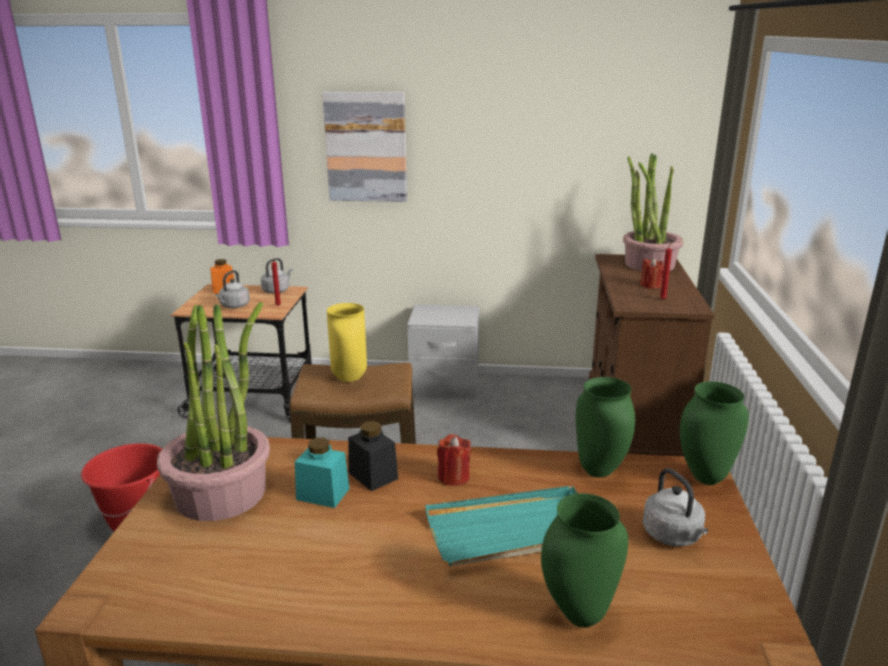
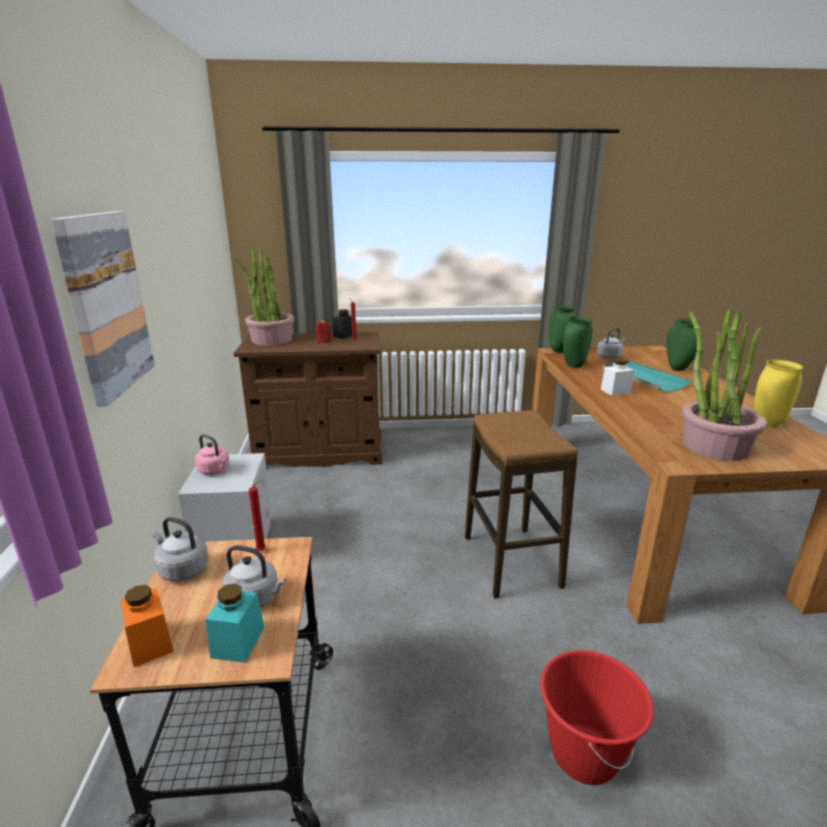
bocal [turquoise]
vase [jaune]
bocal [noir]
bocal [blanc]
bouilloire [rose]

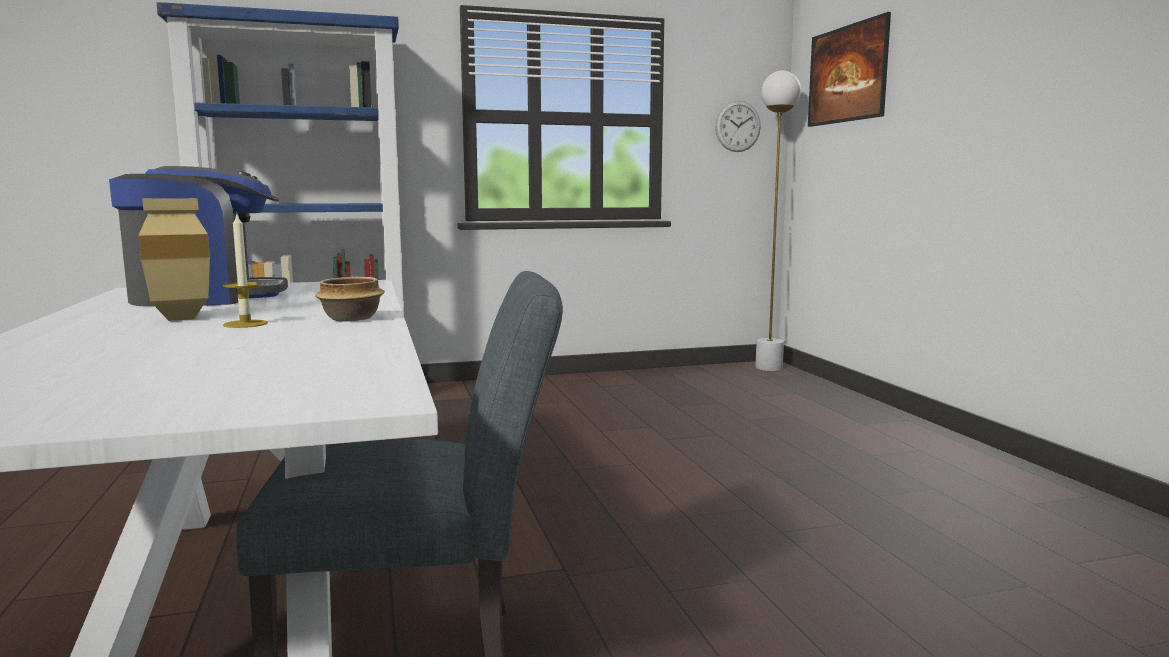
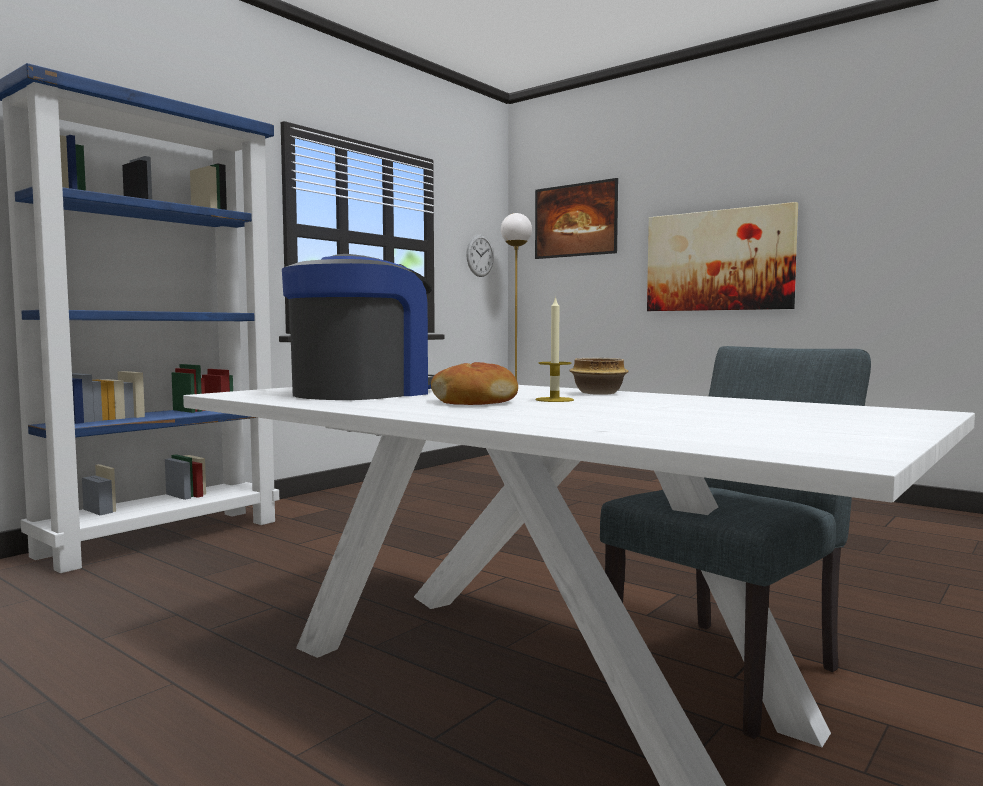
pain
tableau (no. 2 from left)

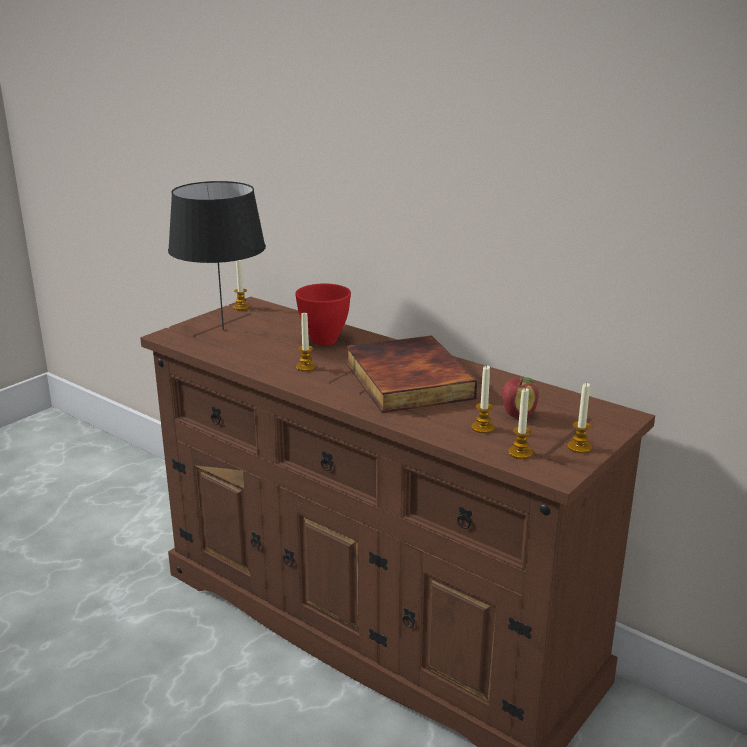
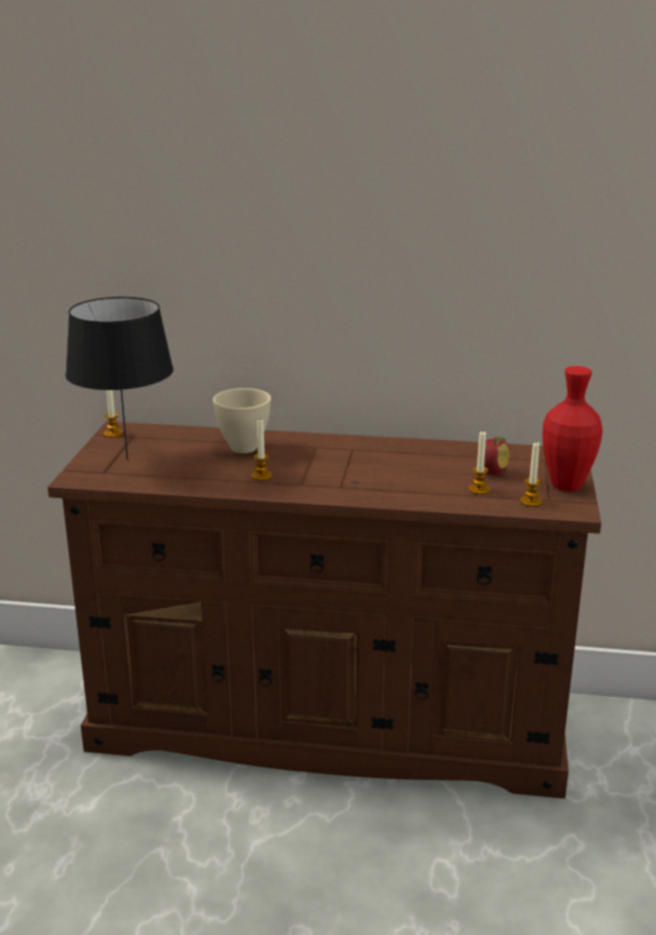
bol [beige]
livre
vase [rouge]

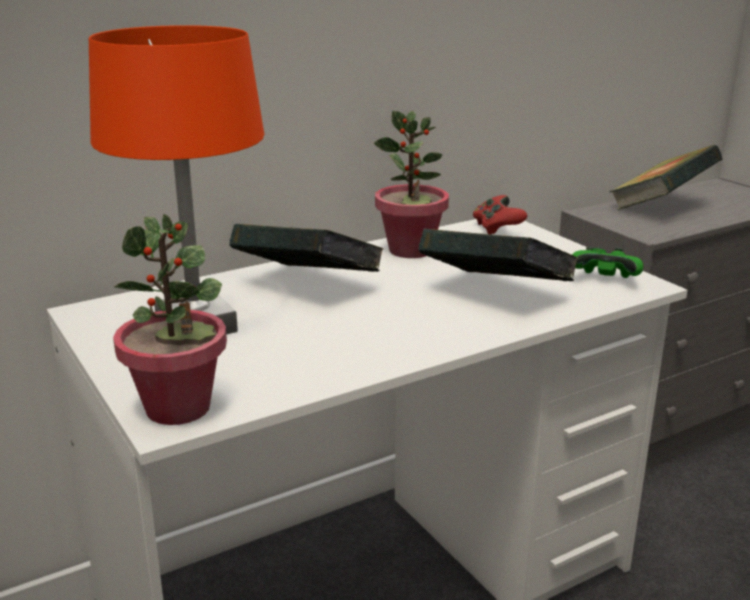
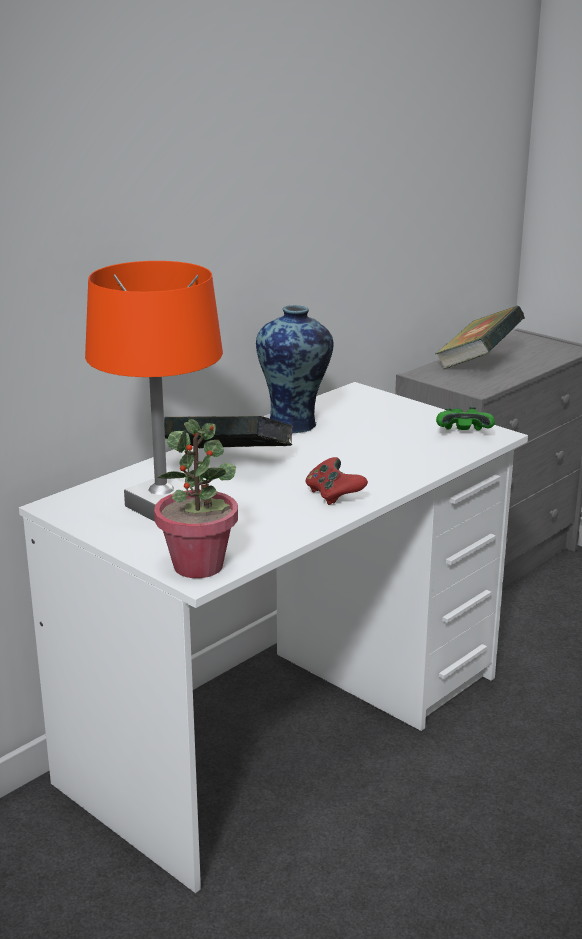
vase
livre (no. 2 from left in the first image)
manette [rouge]

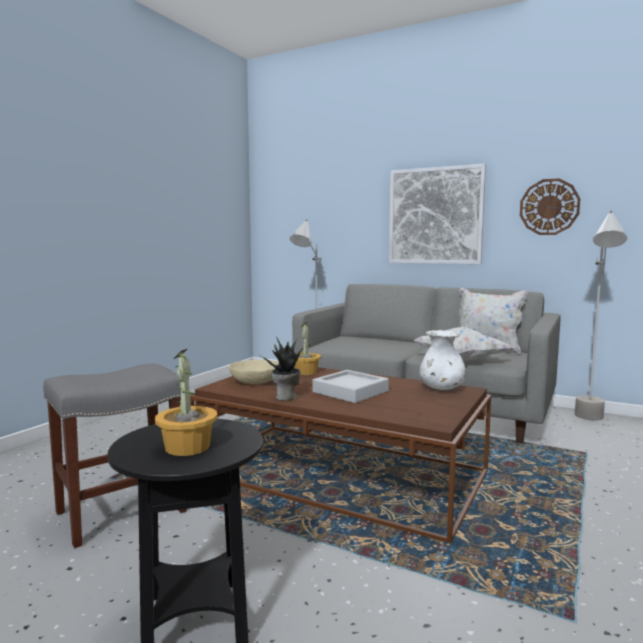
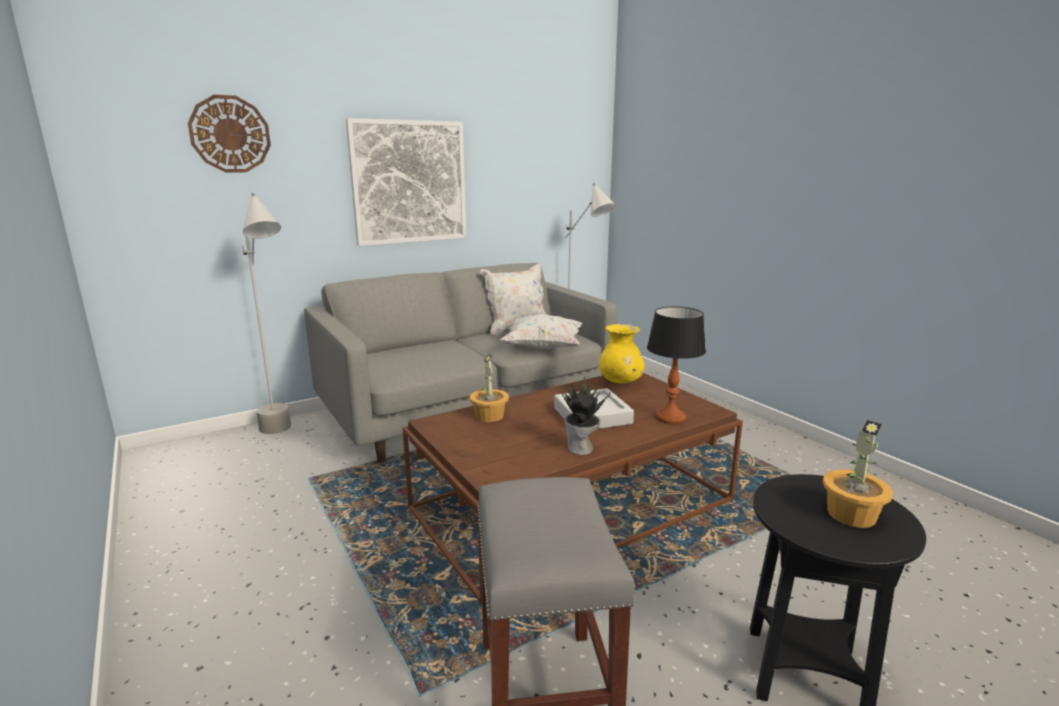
bol [beige]
vase [jaune]
horloge murale
lampe de table

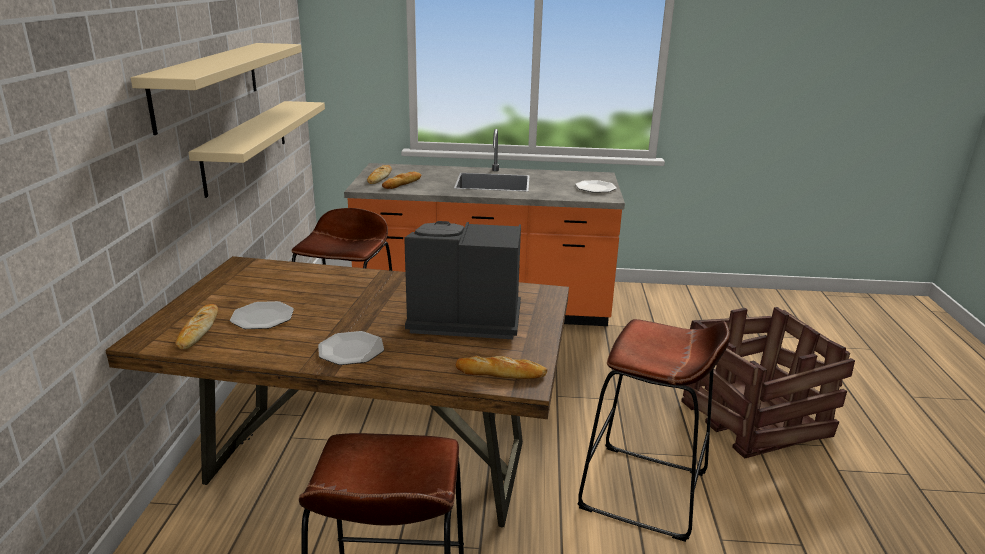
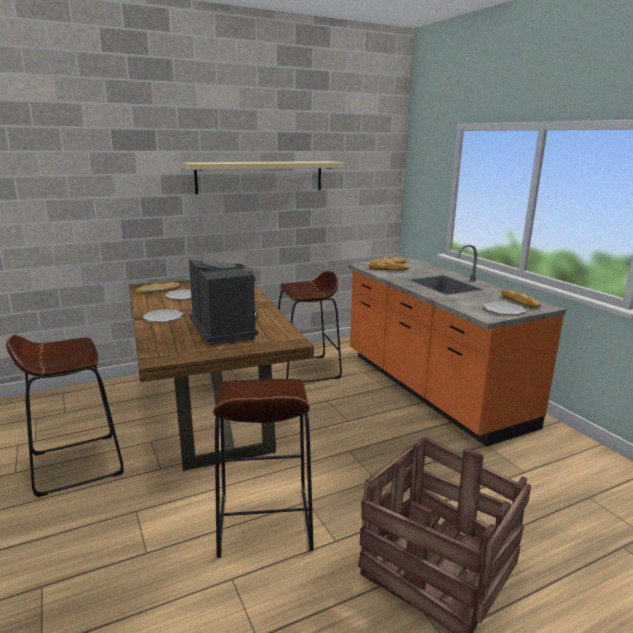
étagère [beige] (no. 2 from left in the first image)
pain (no. 4 from left)

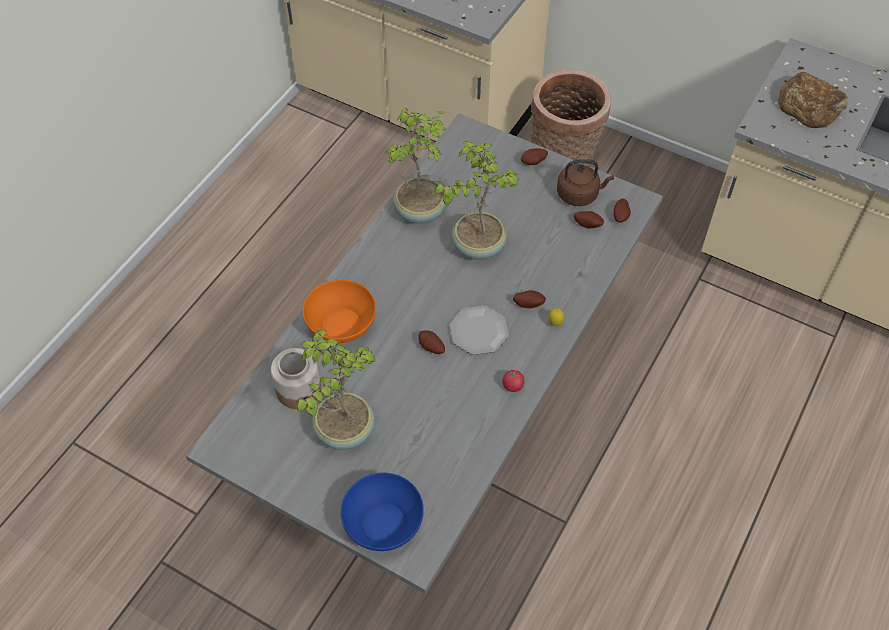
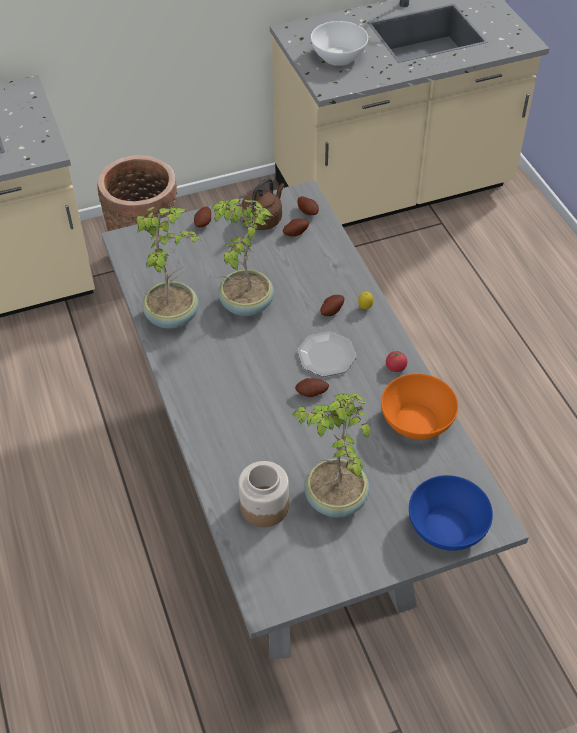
bol [orange]
bol [blanc]

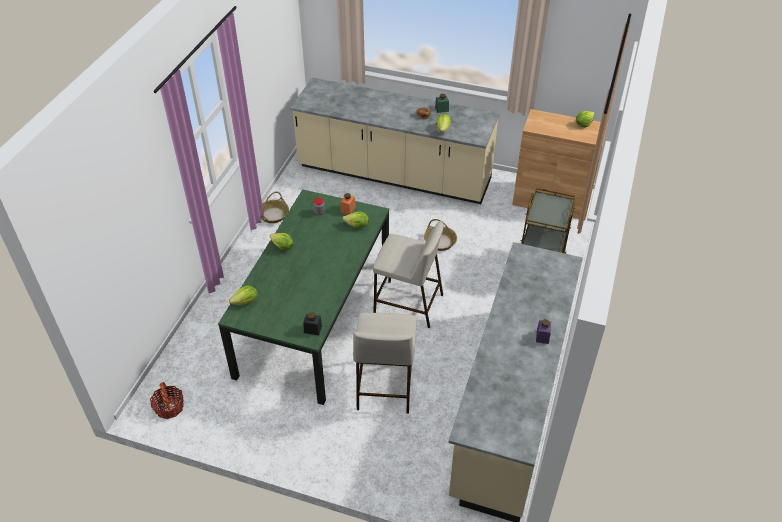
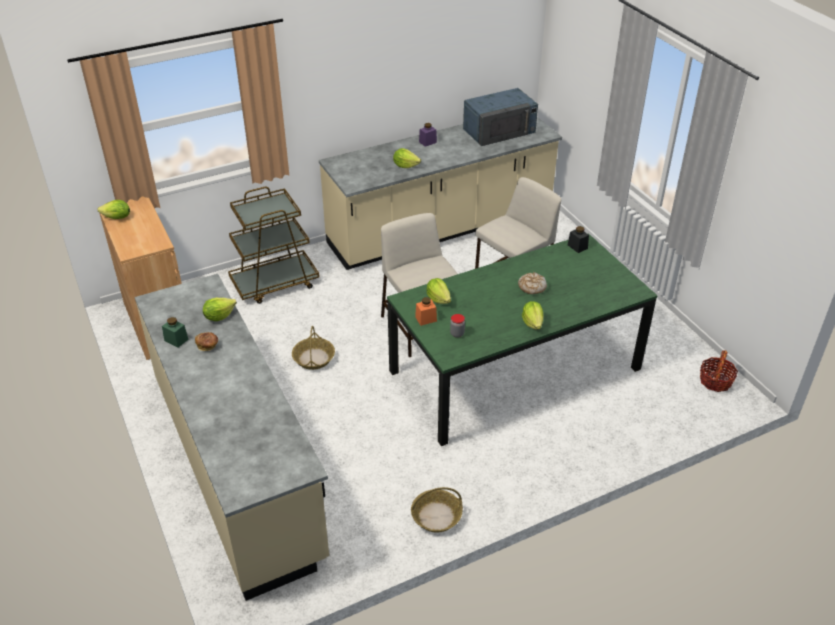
laitue (no. 3 from left)
micro-ondes [bleu]
pain (no. 2 from left)

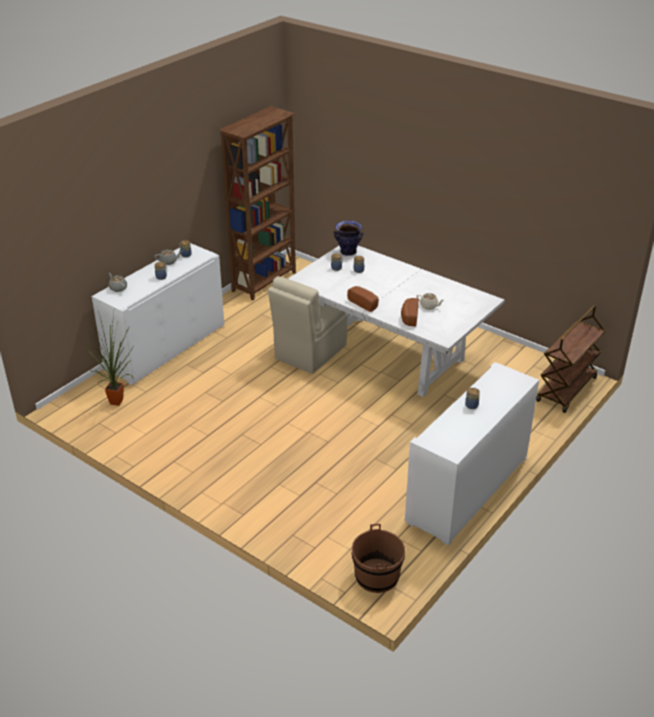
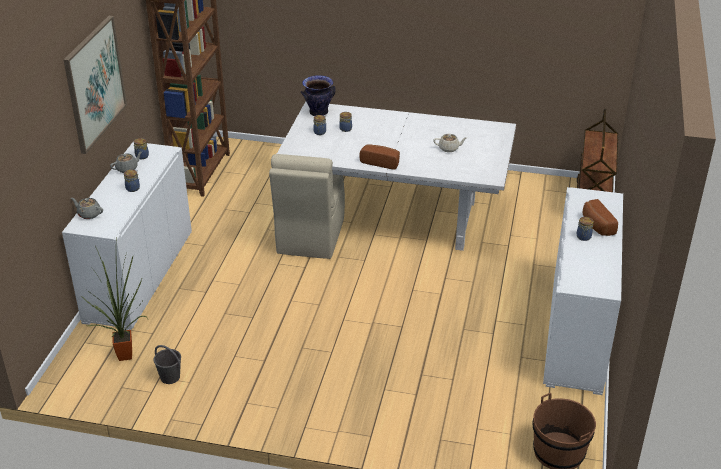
pain (no. 2 from left)
tableau
seau [gris]

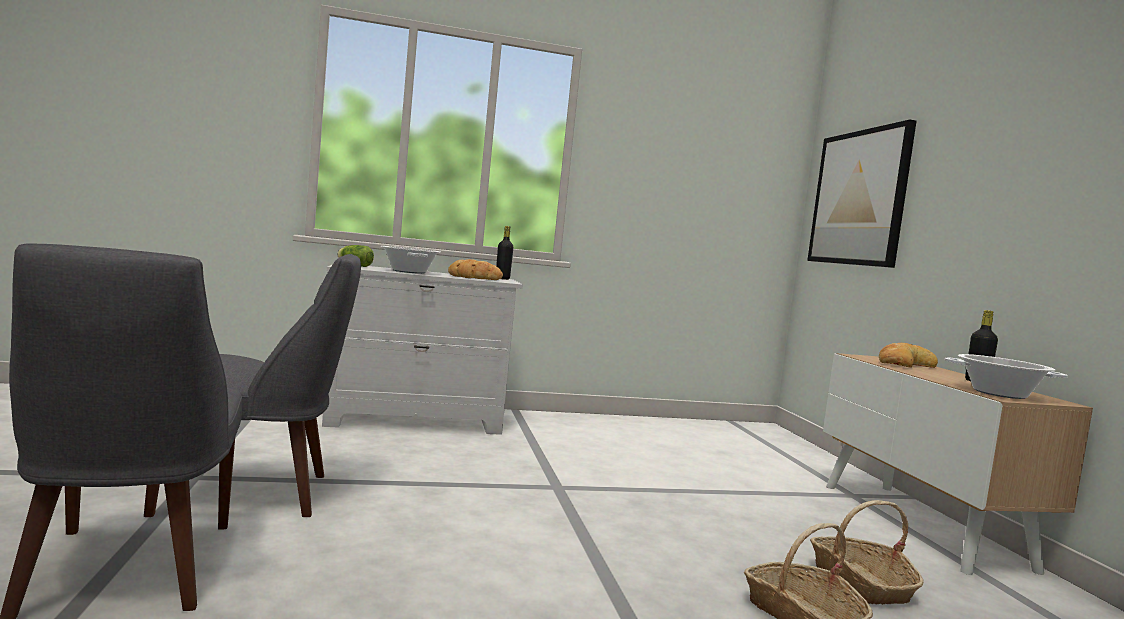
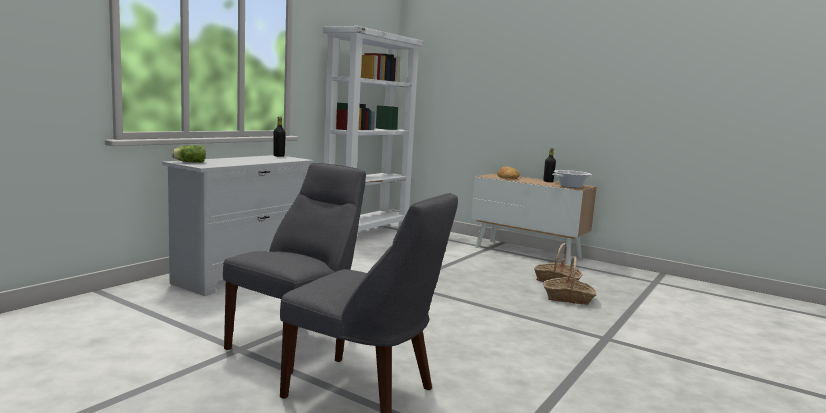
marmite (no. 1 from left in the first image)
pain (no. 1 from left in the first image)
tableau
bibliothèque [blanc]

